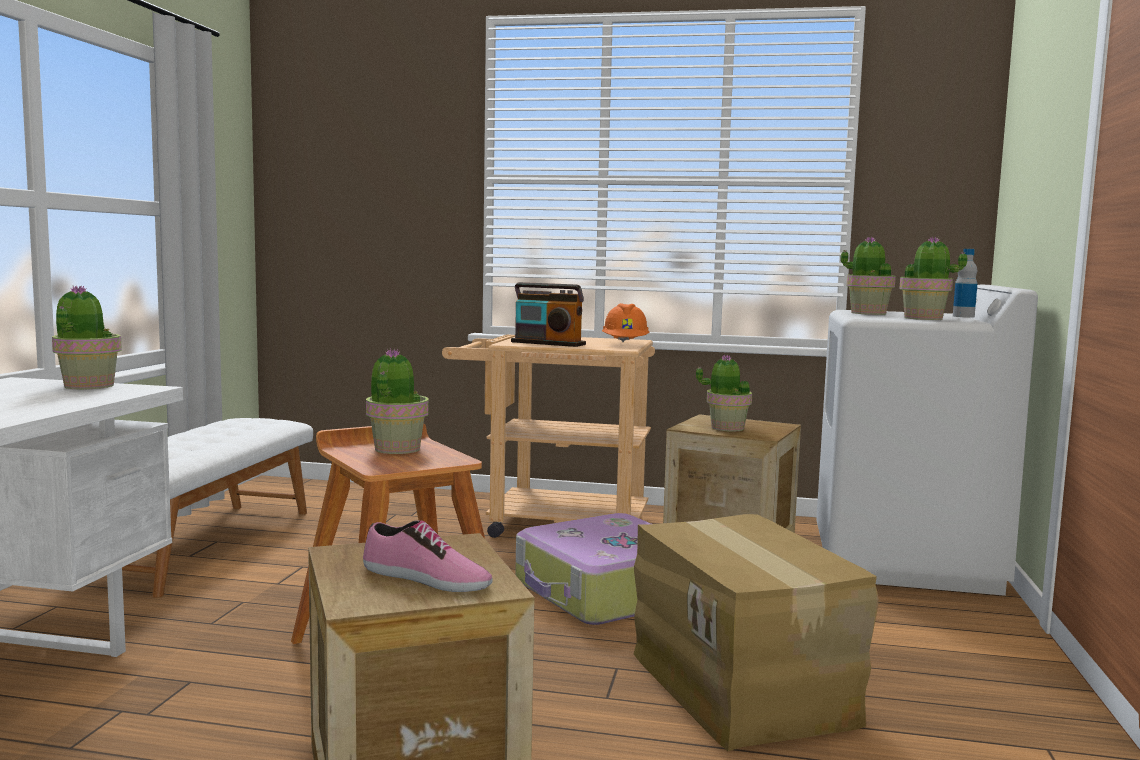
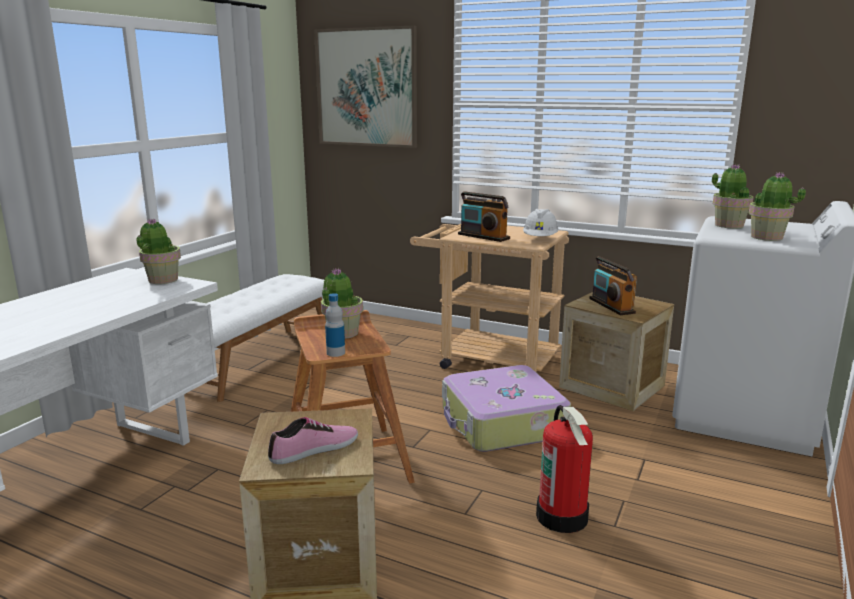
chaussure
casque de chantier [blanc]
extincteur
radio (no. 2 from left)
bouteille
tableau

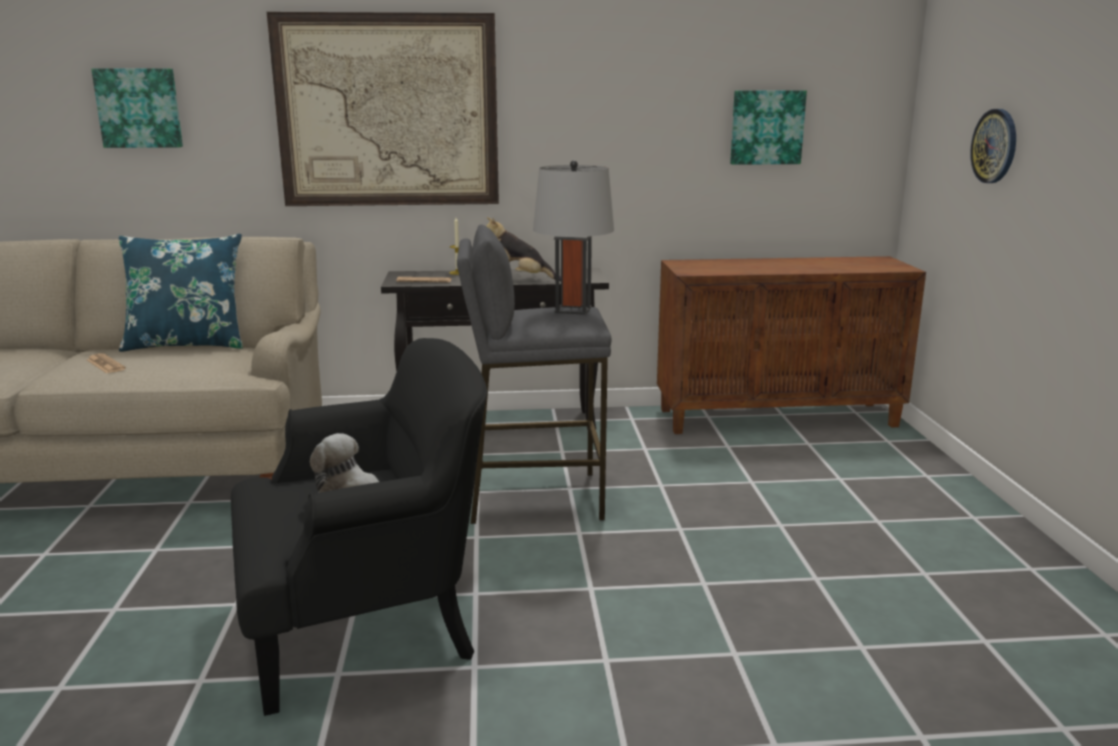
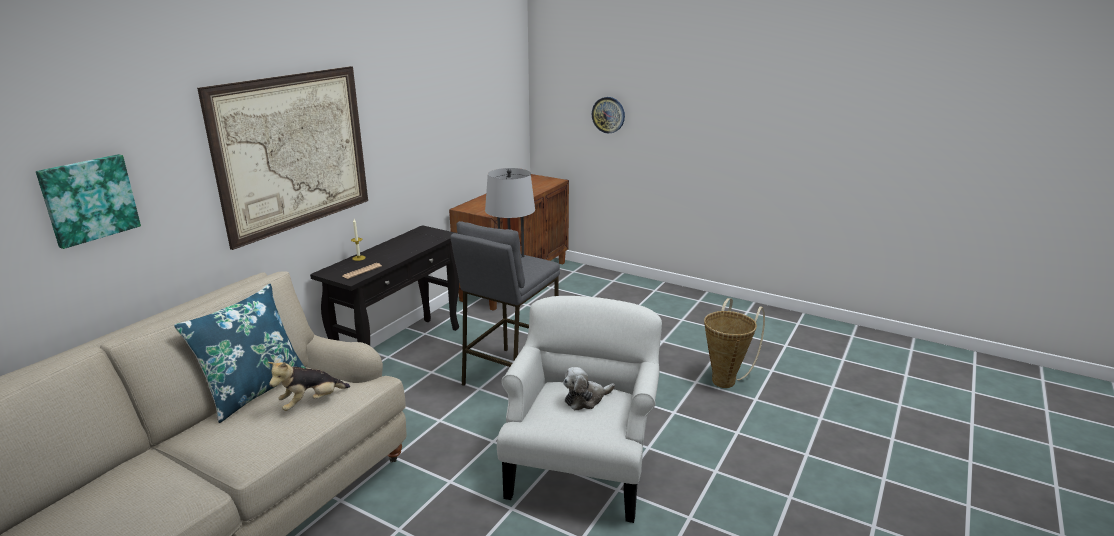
journal (no. 1 from left in the first image)
fauteuil [blanc]
peluche (no. 1 from left)
tableau (no. 3 from left in the first image)
panier

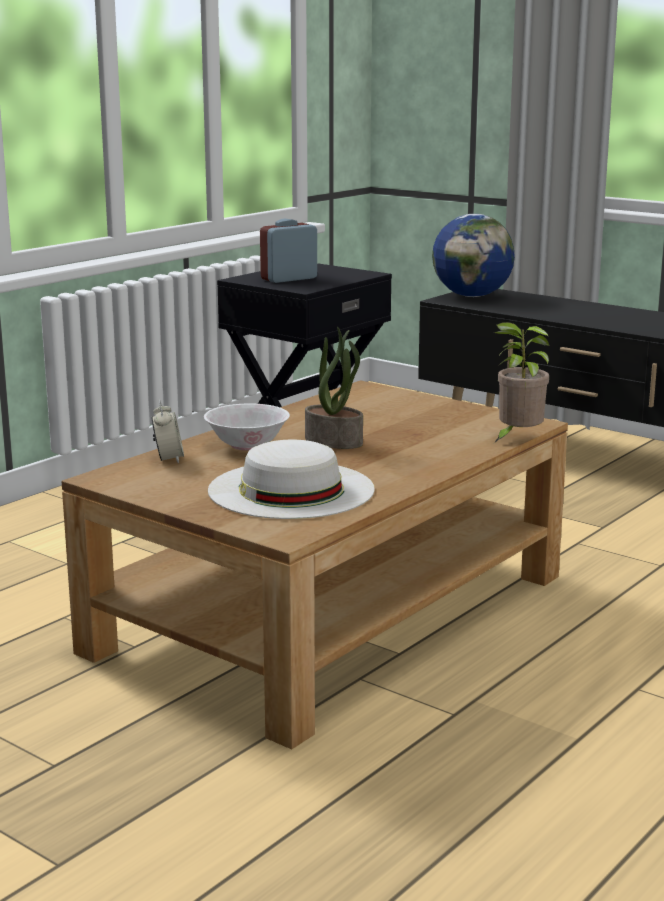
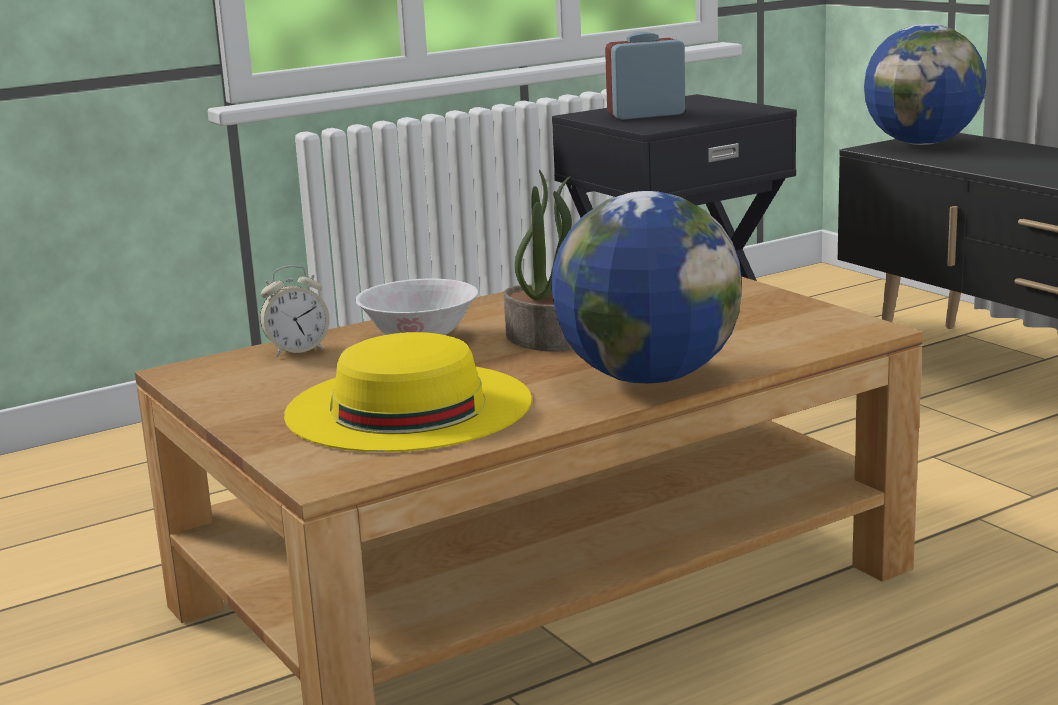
réveil (no. 1 from left)
chapeau [jaune]
plante en pot (no. 2 from left in the first image)
globe (no. 1 from left)

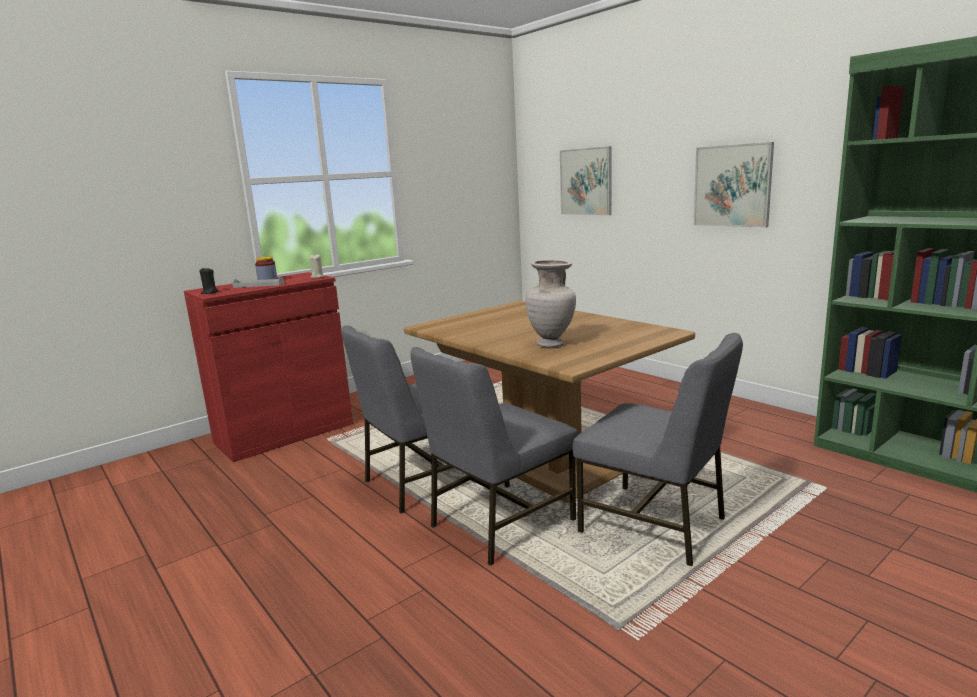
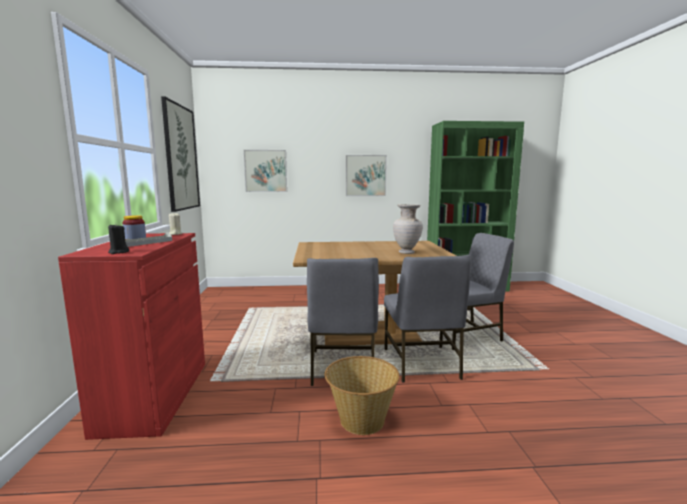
tableau (no. 1 from left)
panier

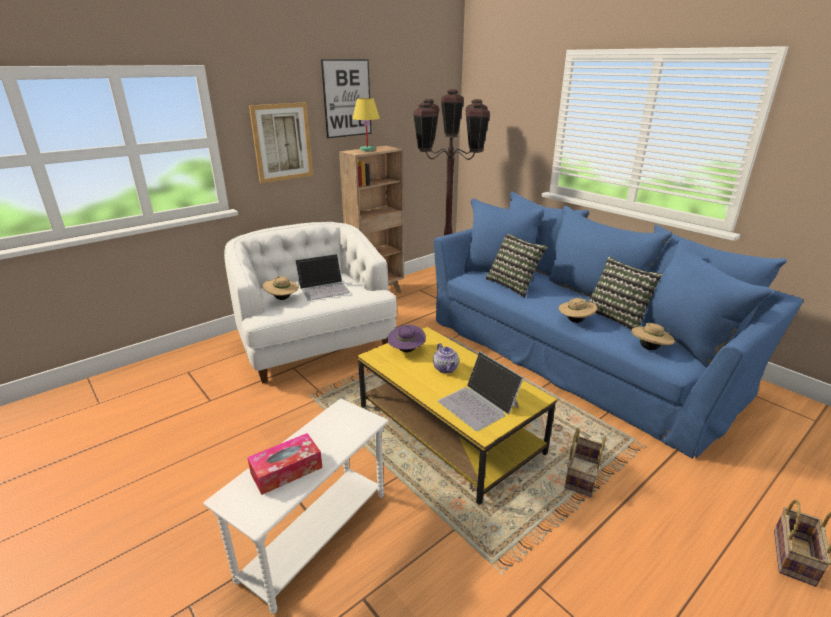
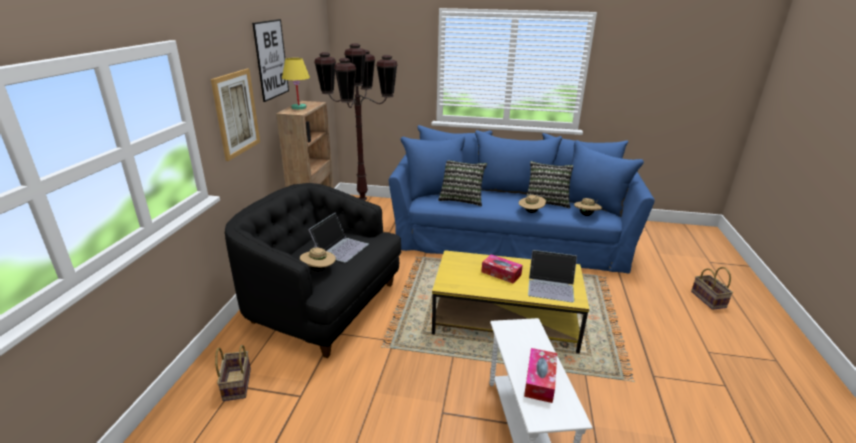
fauteuil [noir]
chapeau [violet]
boîte à mouchoirs (no. 1 from left)
panier (no. 1 from left)

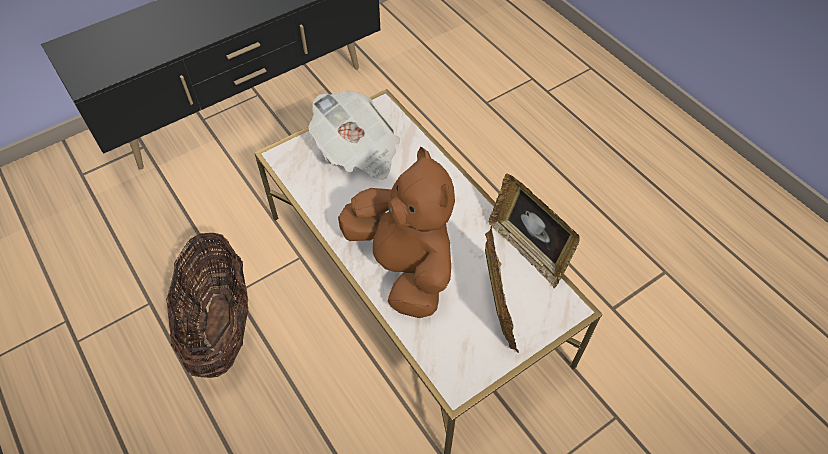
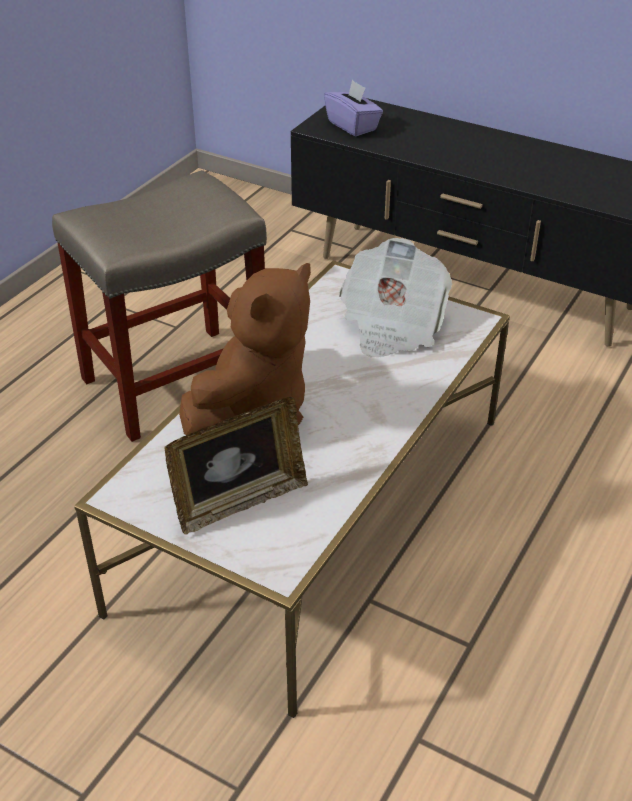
tabouret [beige]
cadre photo (no. 2 from left in the first image)
boîte à mouchoirs [violet]

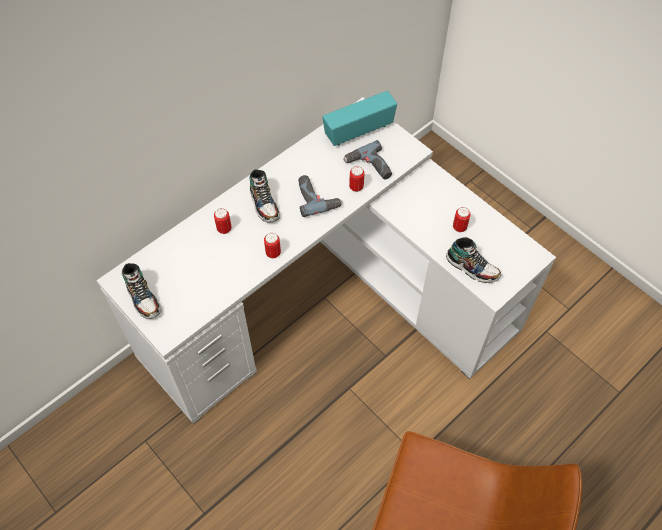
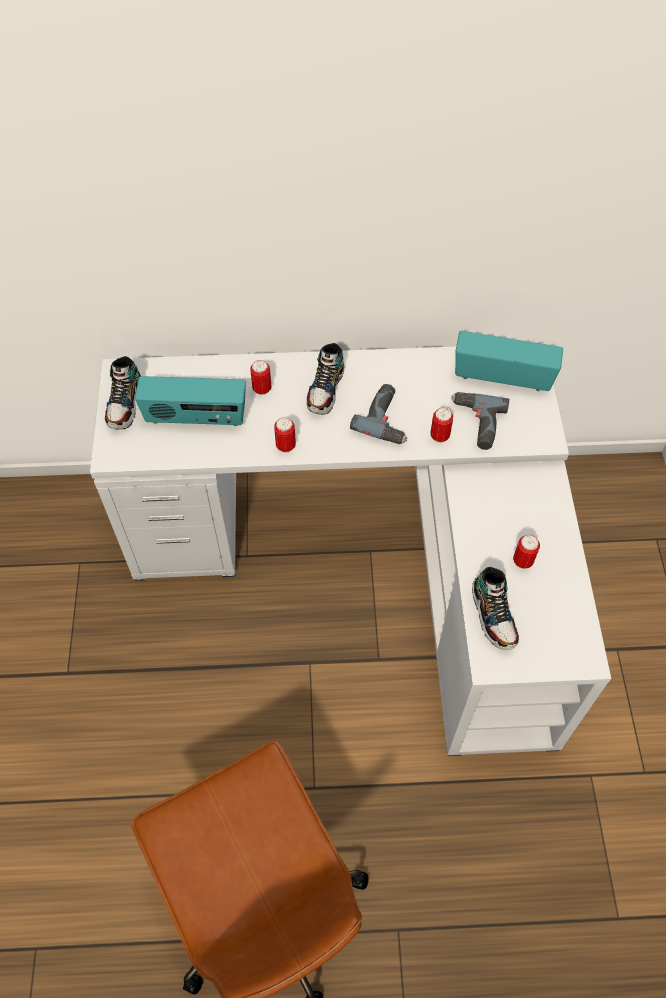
radio (no. 1 from left)

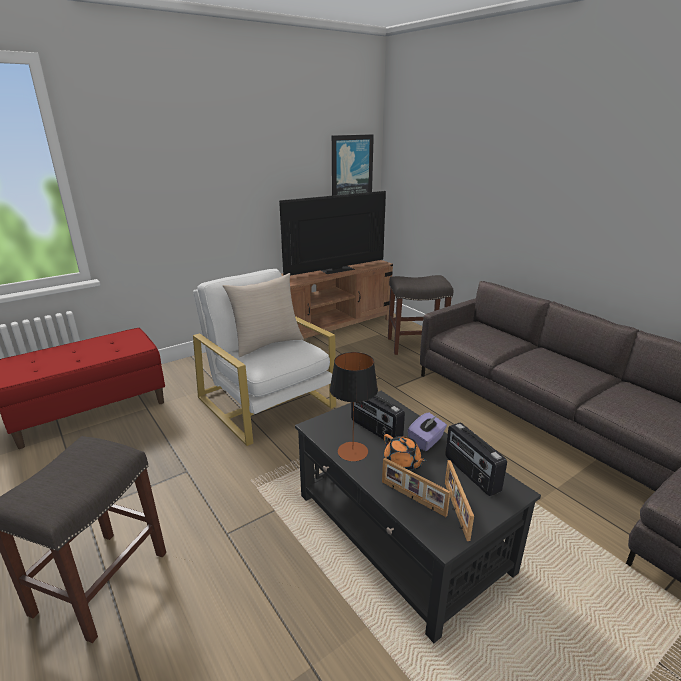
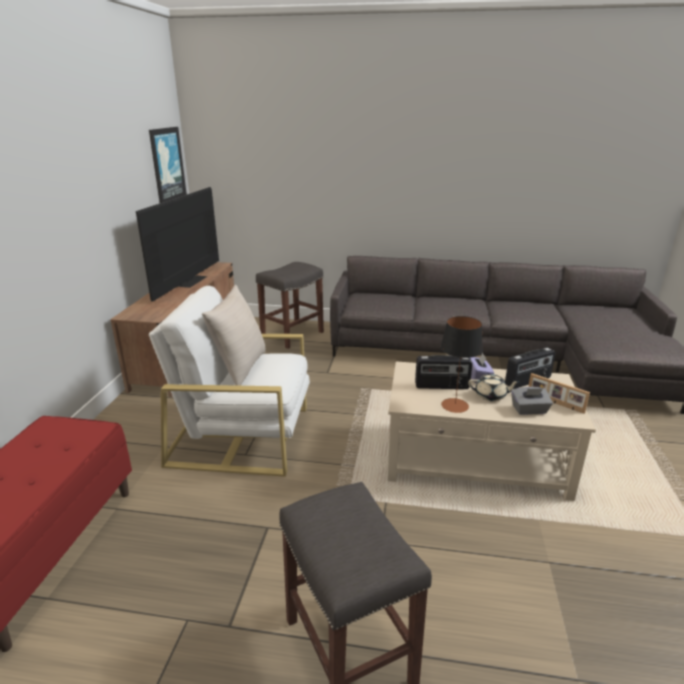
table basse [beige]
boîte à mouchoirs [gris]
théière [beige]
radio (no. 2 from left)

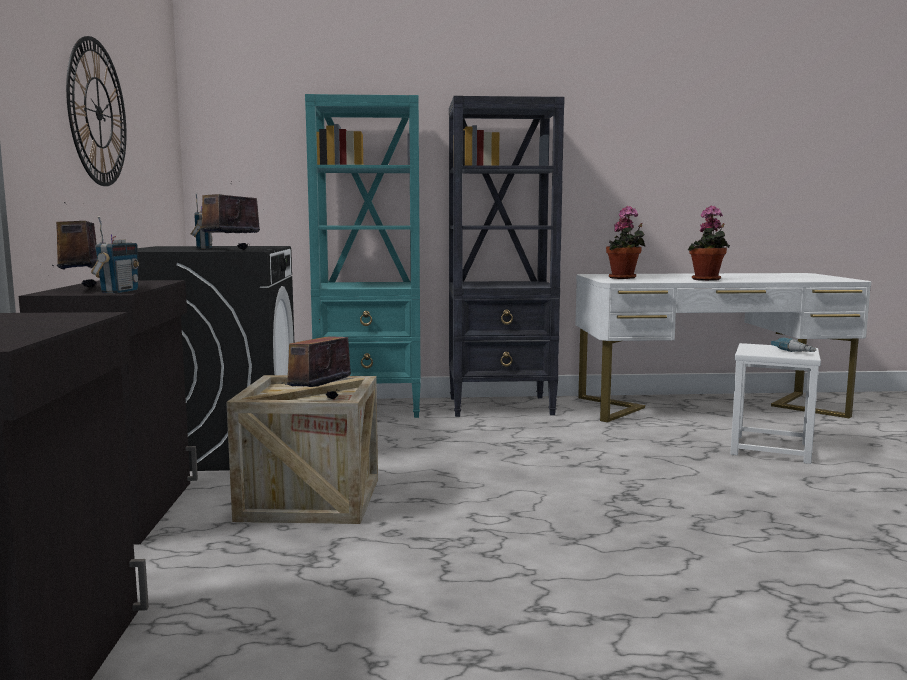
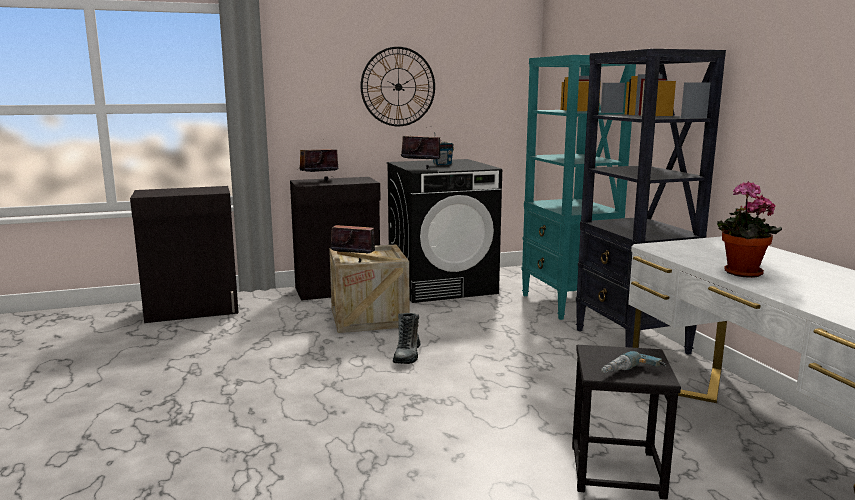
radio (no. 2 from left in the first image)
plante en pot (no. 1 from left in the first image)
tabouret [noir]
botte

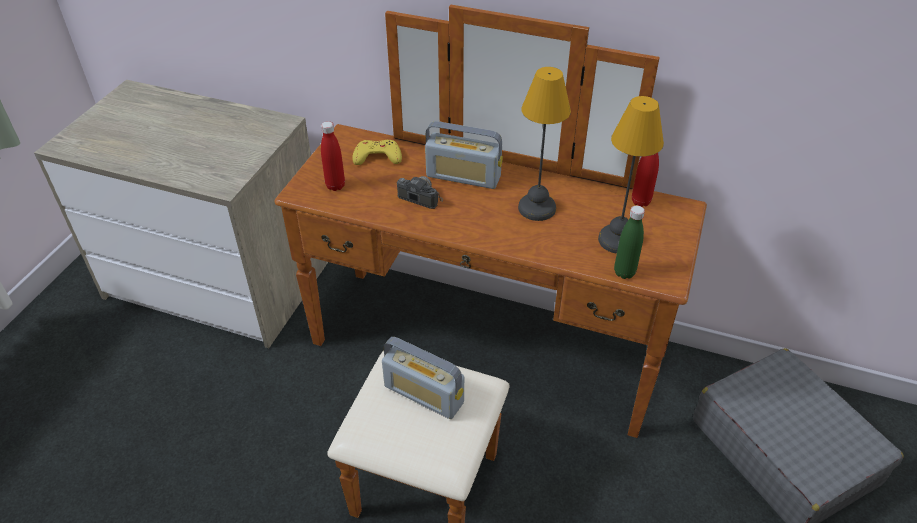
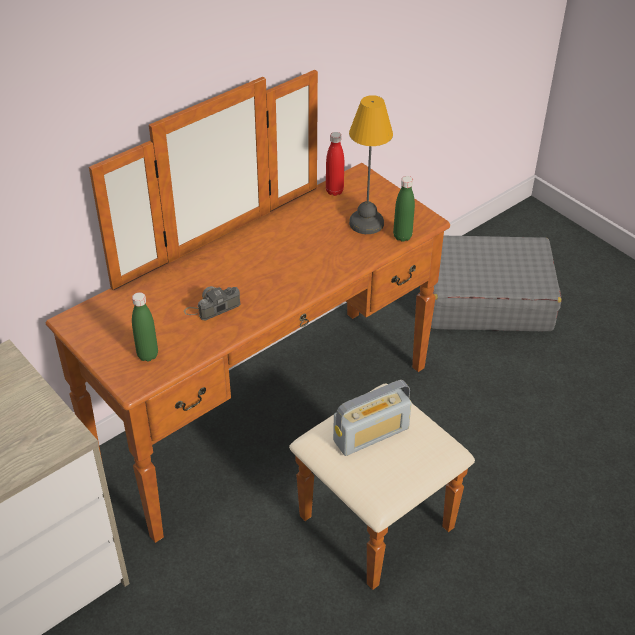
bouteille [vert] (no. 1 from left)
manette [jaune]
radio (no. 2 from left in the first image)
lampe de table (no. 1 from left in the first image)

